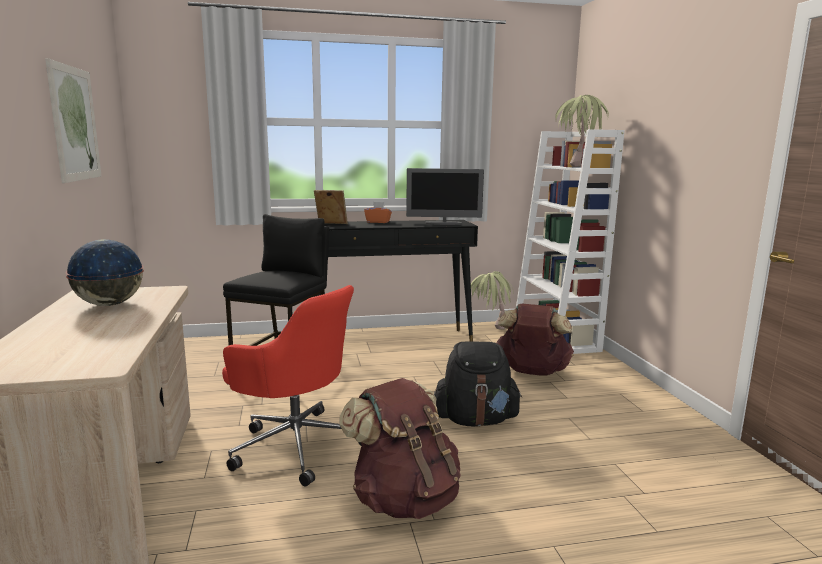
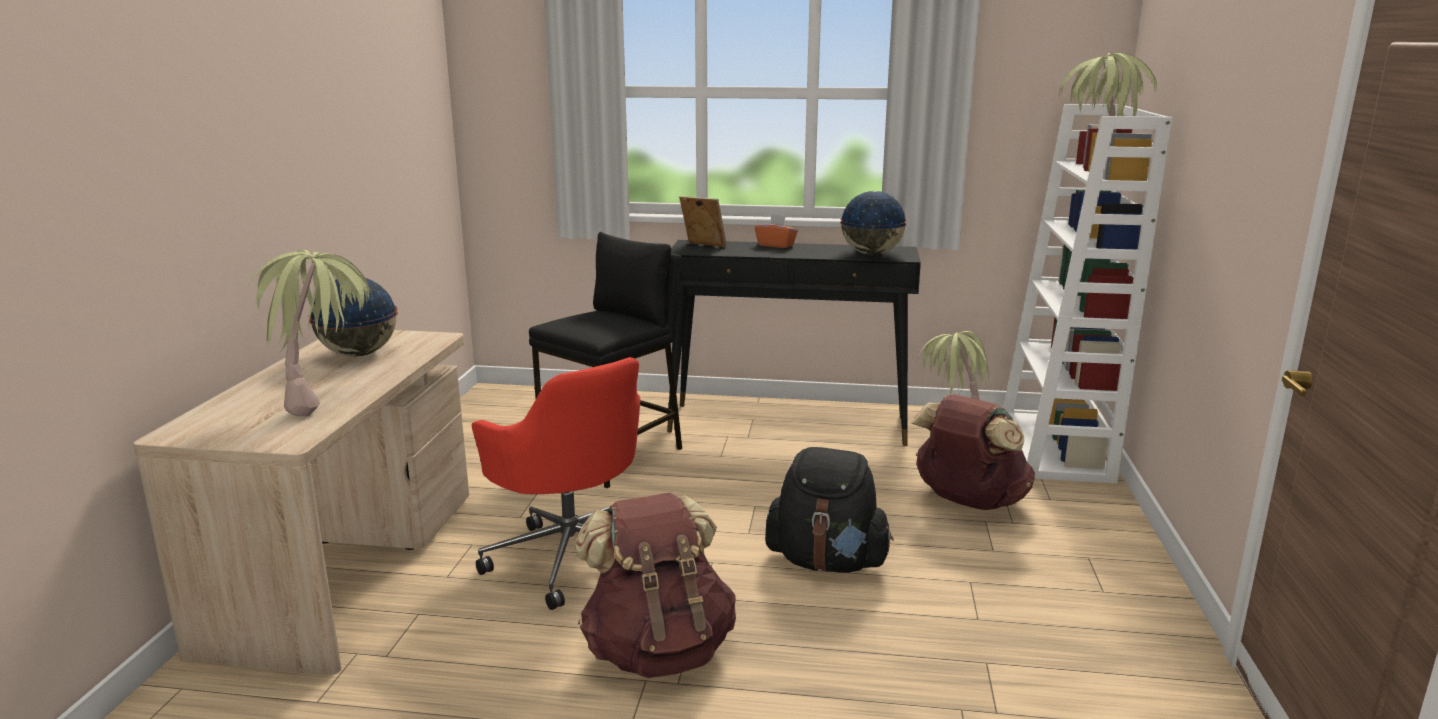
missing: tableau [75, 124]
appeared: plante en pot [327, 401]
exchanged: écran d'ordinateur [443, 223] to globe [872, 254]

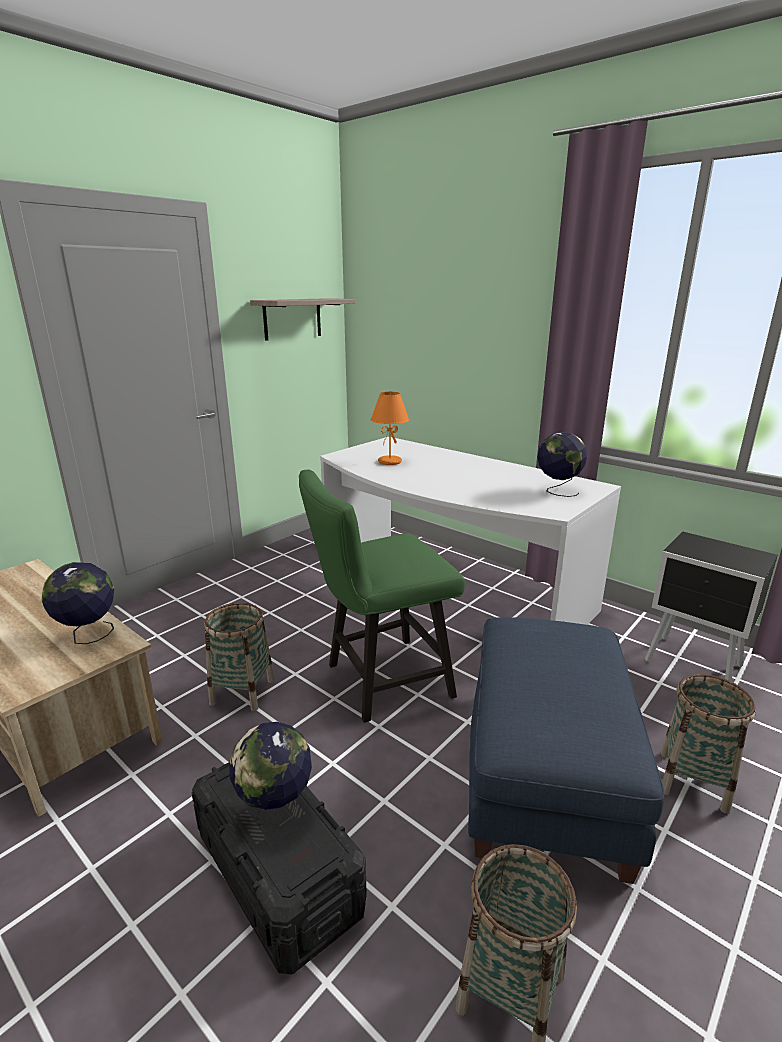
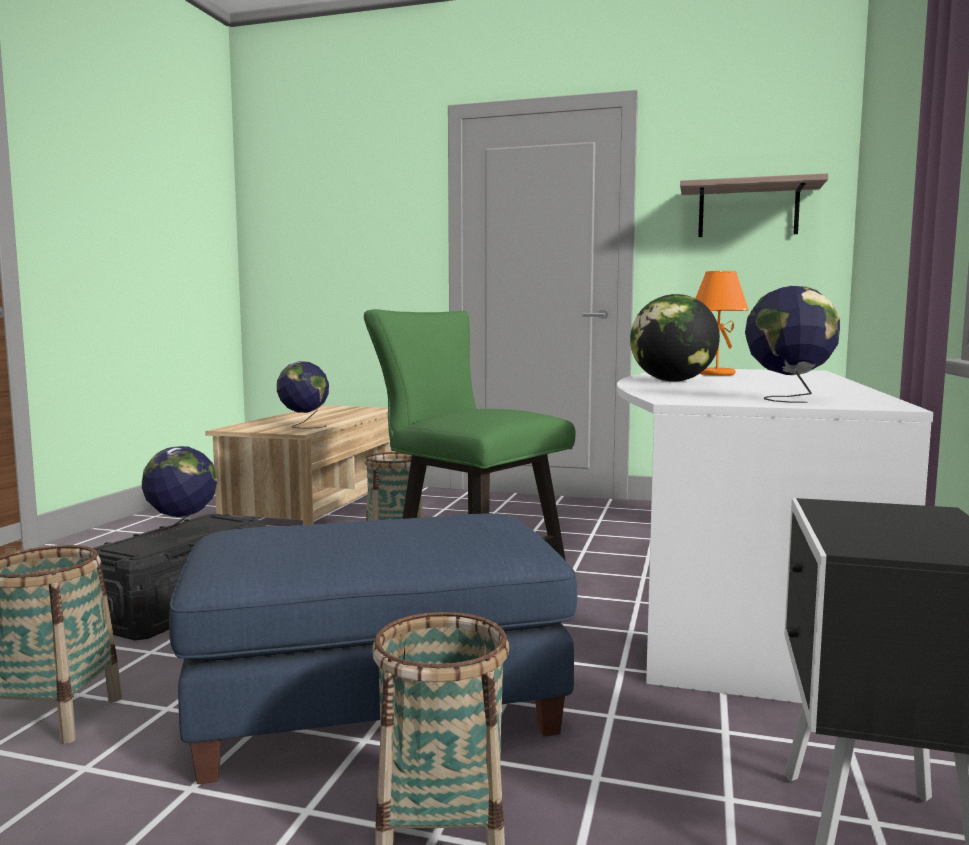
appeared: globe [672, 381]

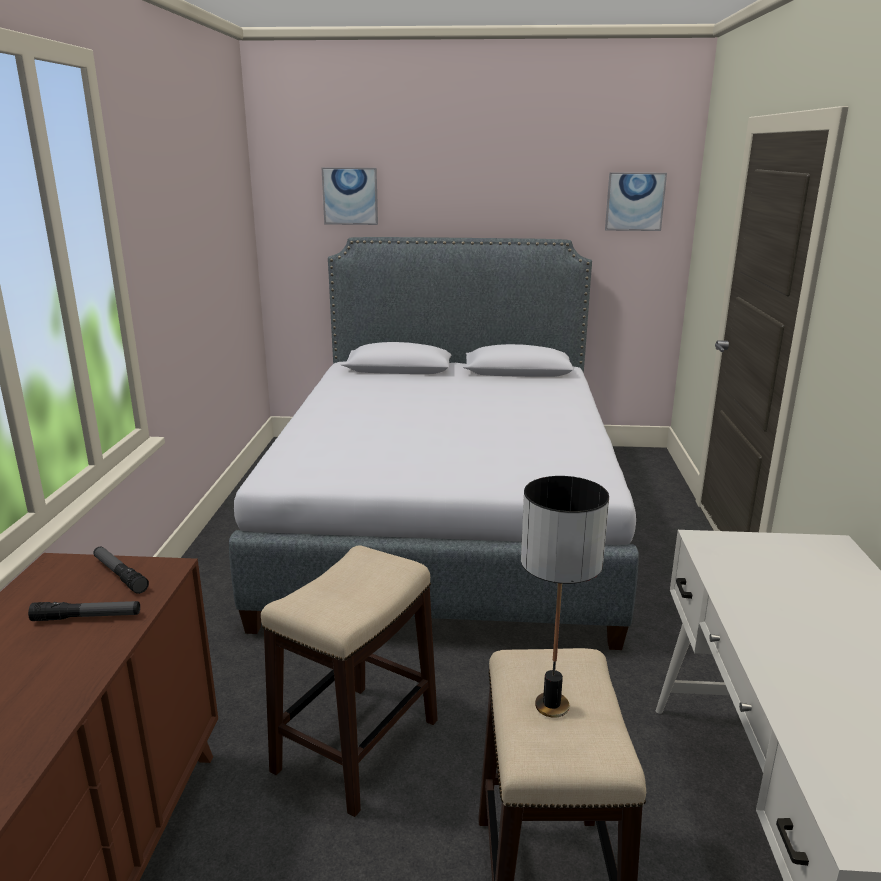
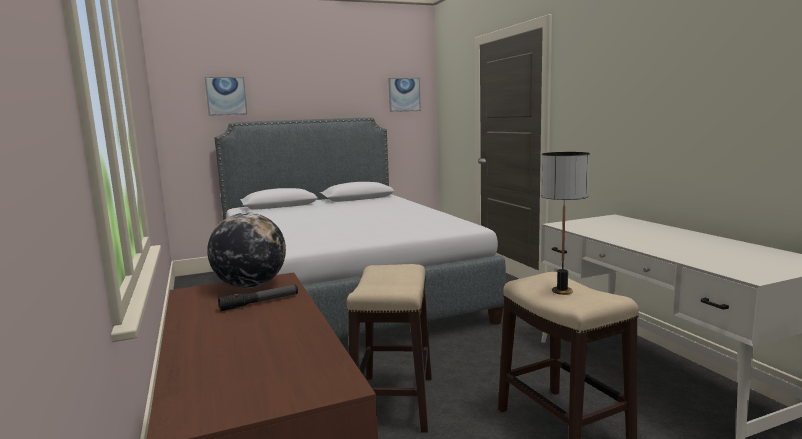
exchanged: lampe de poche [120, 575] to globe [250, 286]

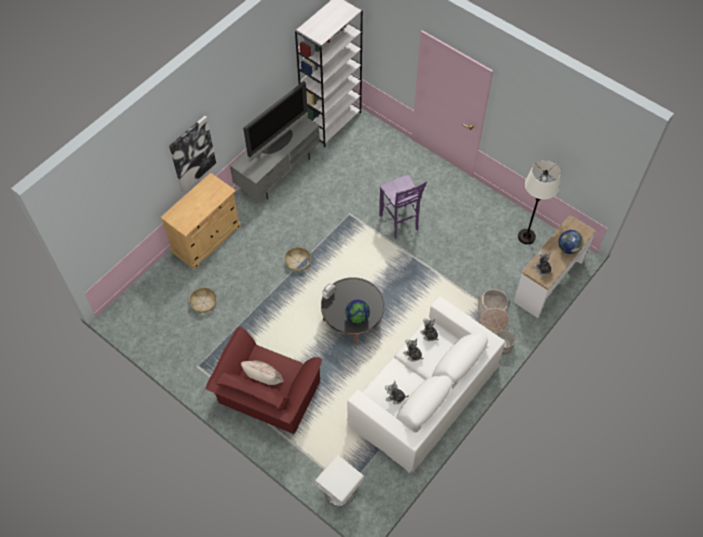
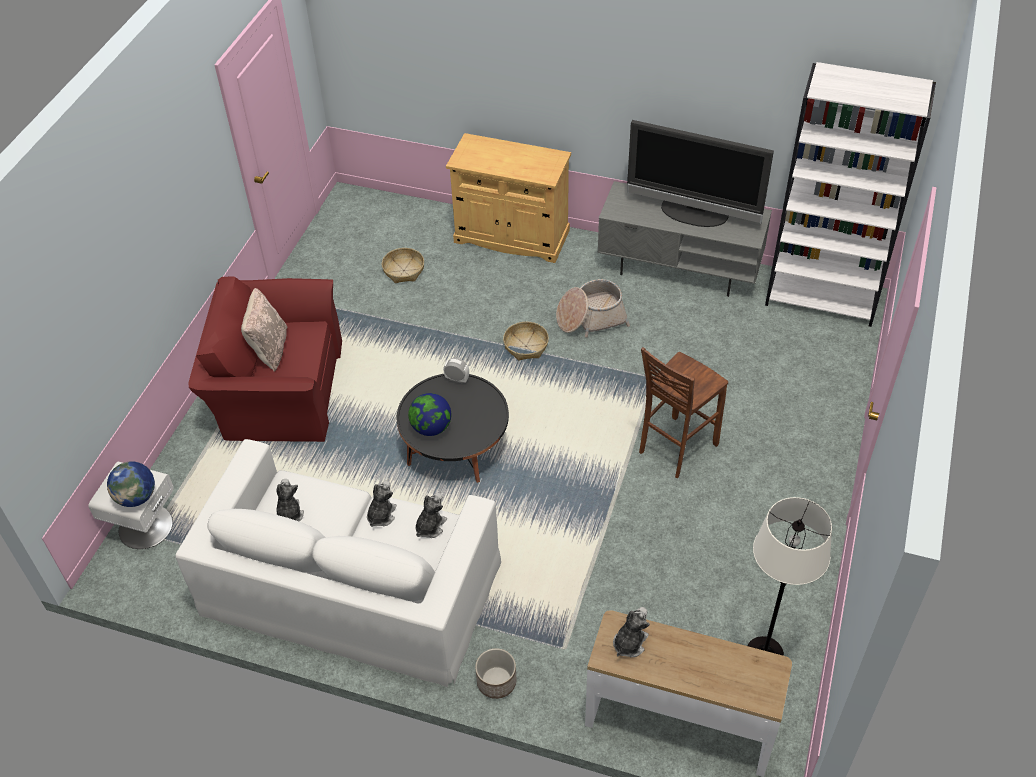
missing: tableau [192, 154]
relocated: panier [492, 314] to [591, 318]; globe [568, 248] to [137, 497]
colour: tabouret [violet] [399, 223] to tabouret [marron] [675, 448]

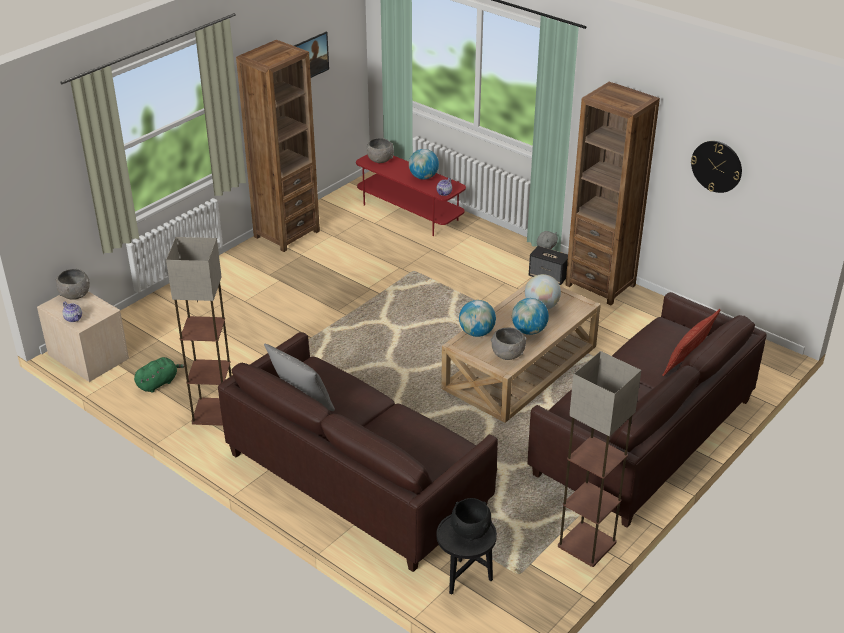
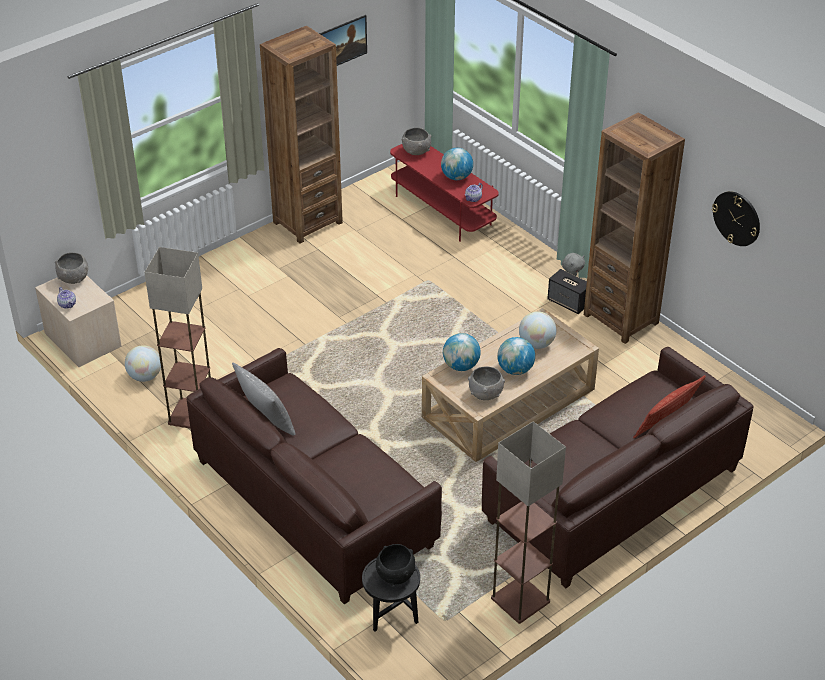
exchanged: peluche [vert] [159, 383] to globe [145, 376]

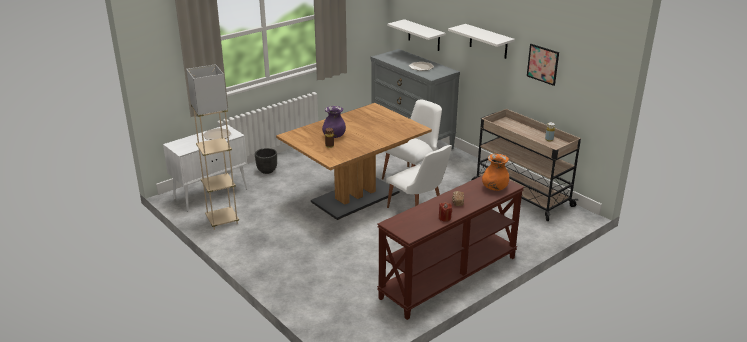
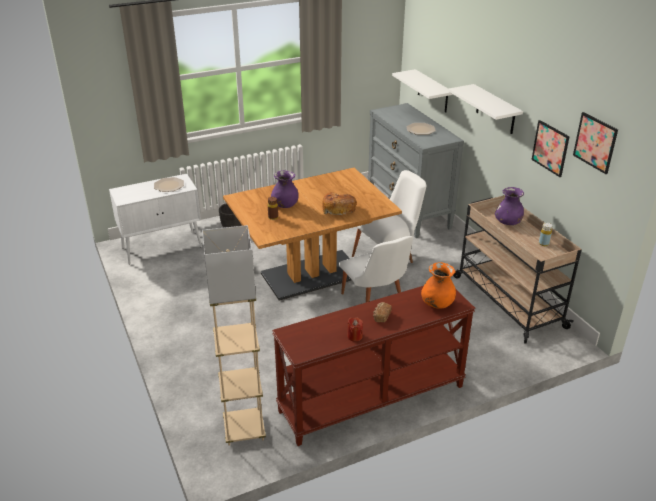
appeared: pain [338, 209]; vase [violet] [508, 223]; tableau [595, 142]
relocated: lampadaire [beige] [222, 220] to [244, 429]

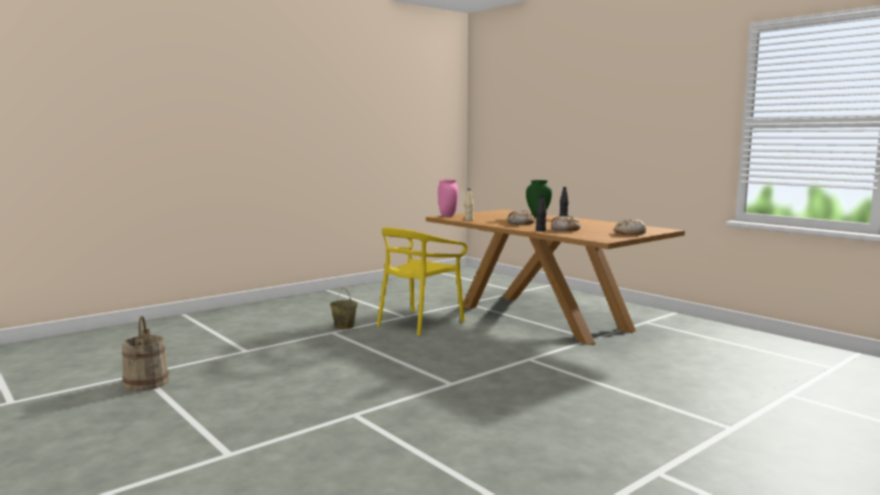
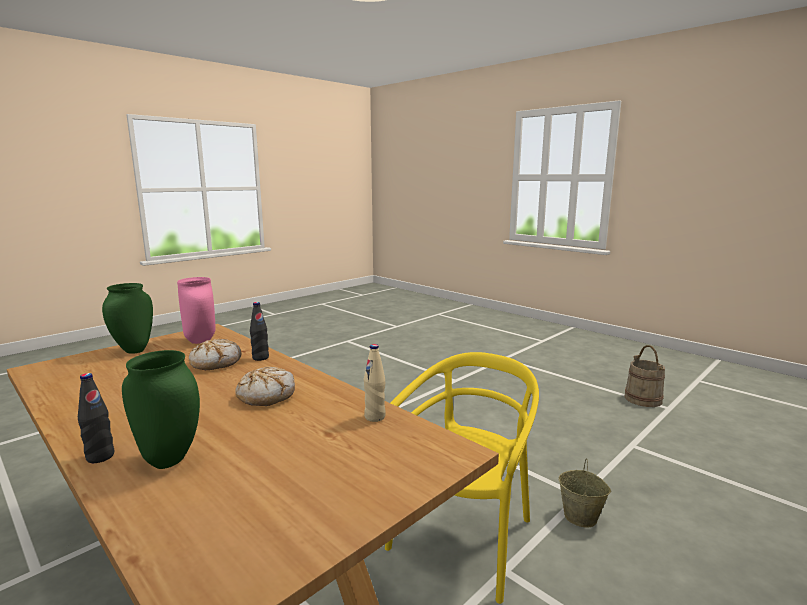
relocated: vase [rose] [448, 216] to [199, 341]
exchanged: pain [629, 233] to vase [vert] [135, 351]

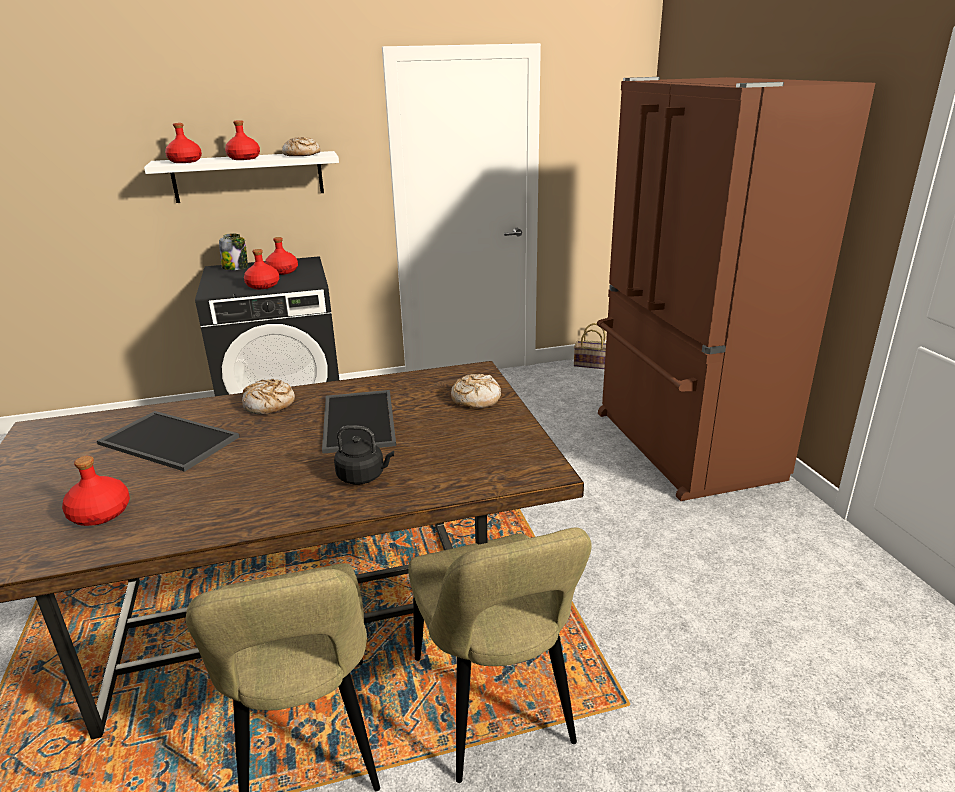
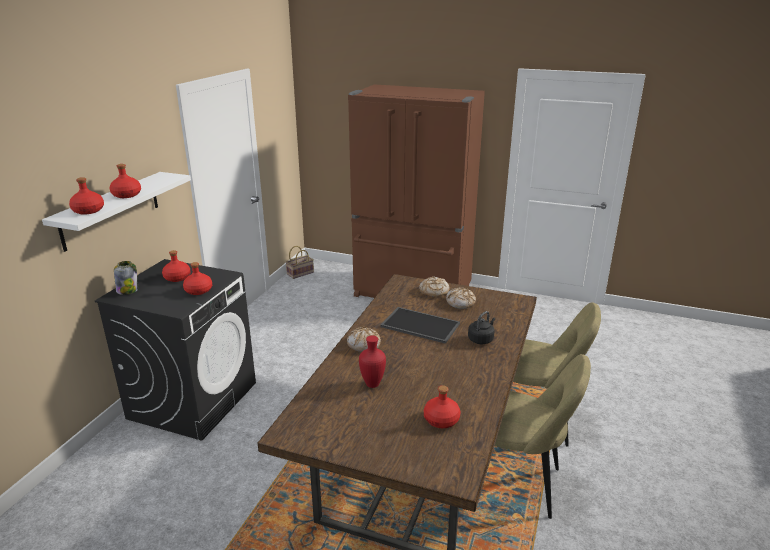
relocated: pain [302, 155] to [460, 302]
exchanged: plateau [171, 440] to vase [rouge] [372, 384]

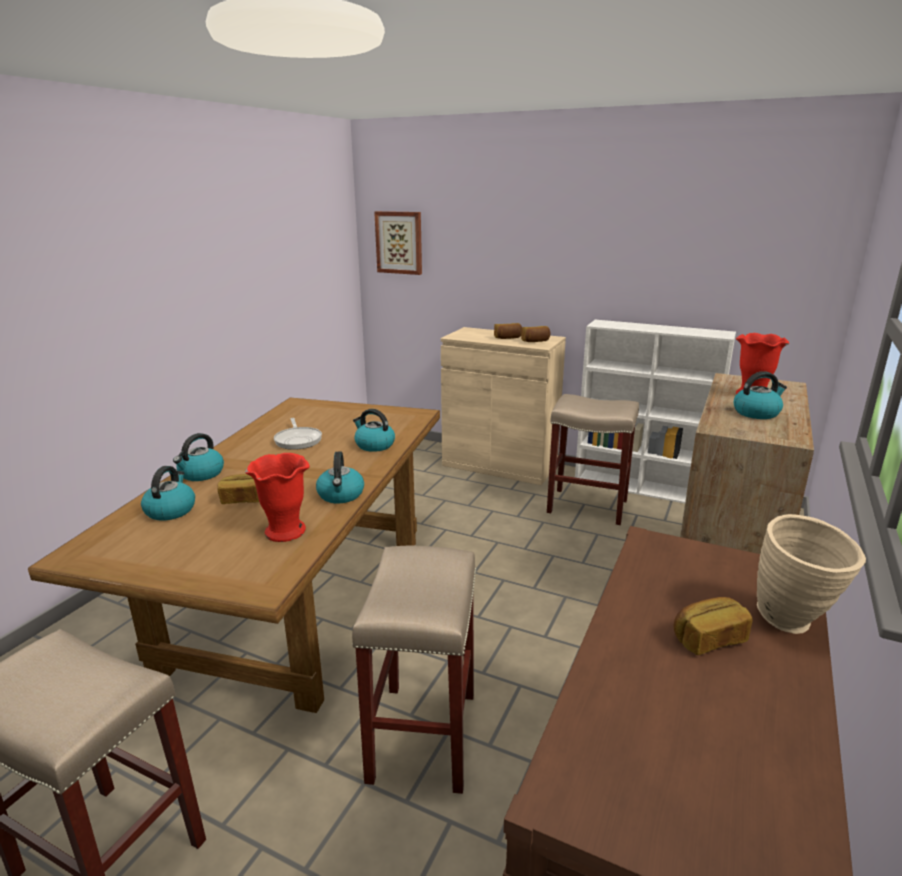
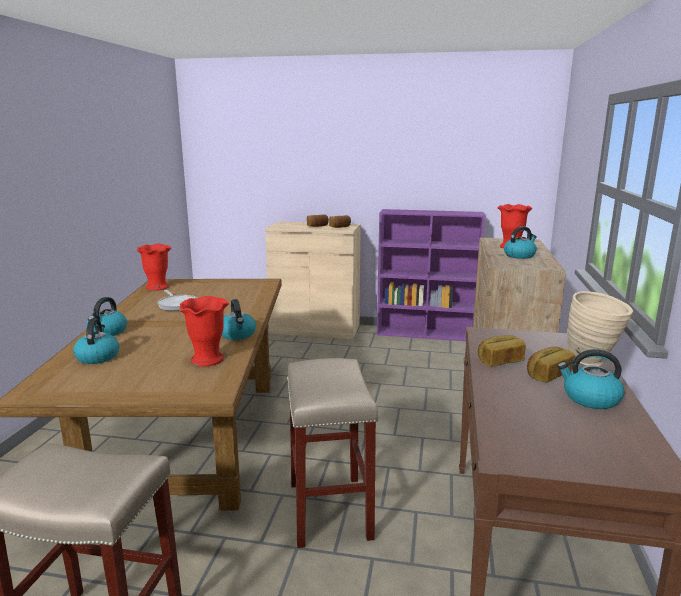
missing: tableau [399, 242]; tabouret [beige] [588, 506]
appeared: vase [rouge] [157, 287]
relocated: pain [243, 499] to [500, 361]; bouilloire [374, 445] to [590, 398]
colour: bibliothèque [blanc] [642, 487] to bibliothèque [violet] [426, 334]

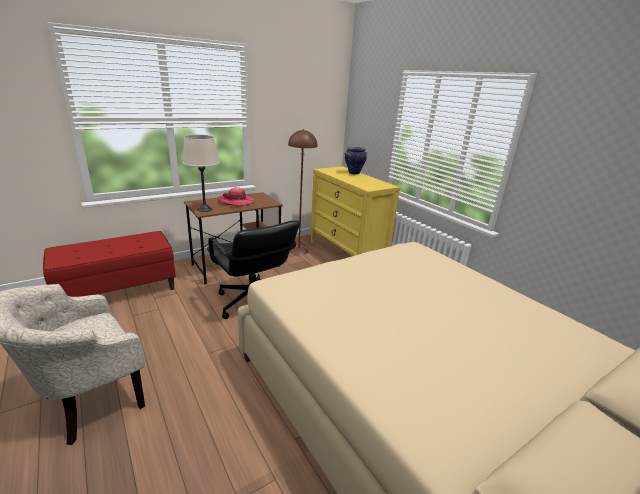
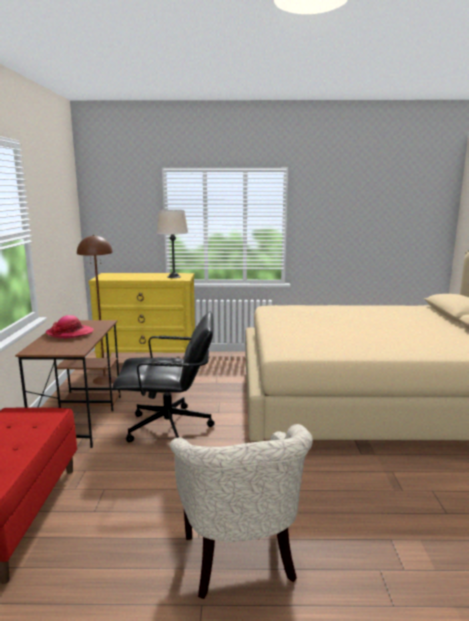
missing: vase [353, 173]
relocated: lampe de table [beige] [205, 209] to [173, 277]

